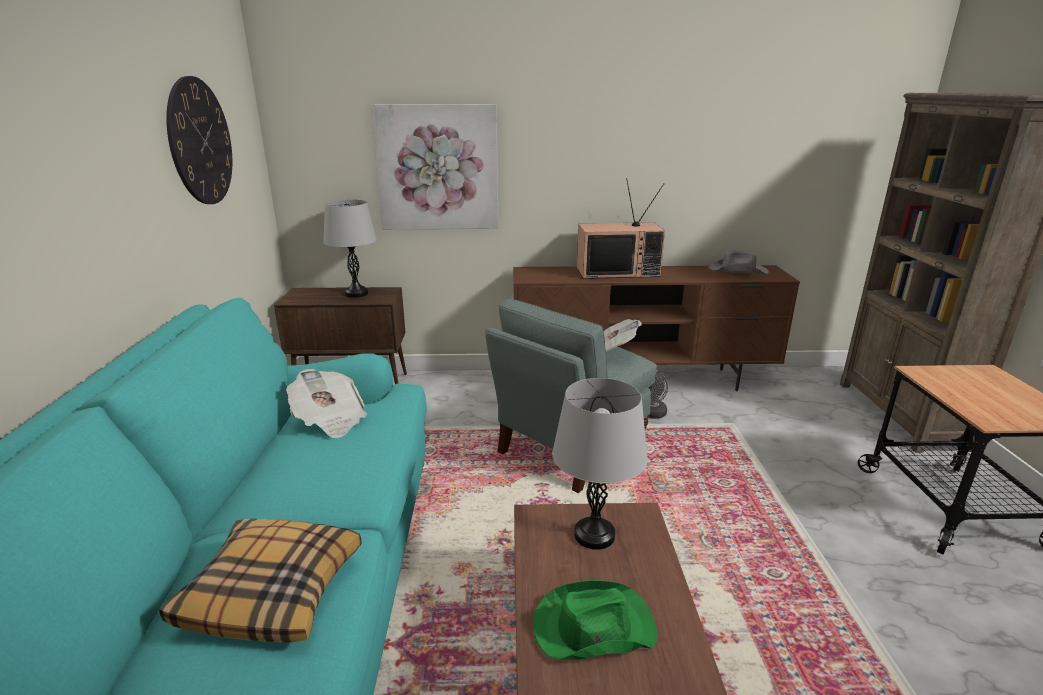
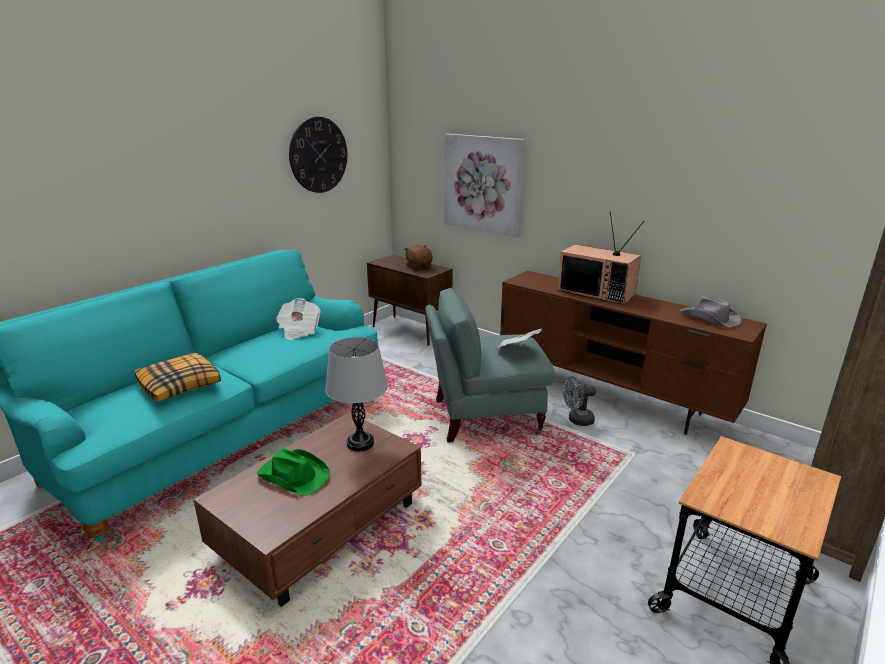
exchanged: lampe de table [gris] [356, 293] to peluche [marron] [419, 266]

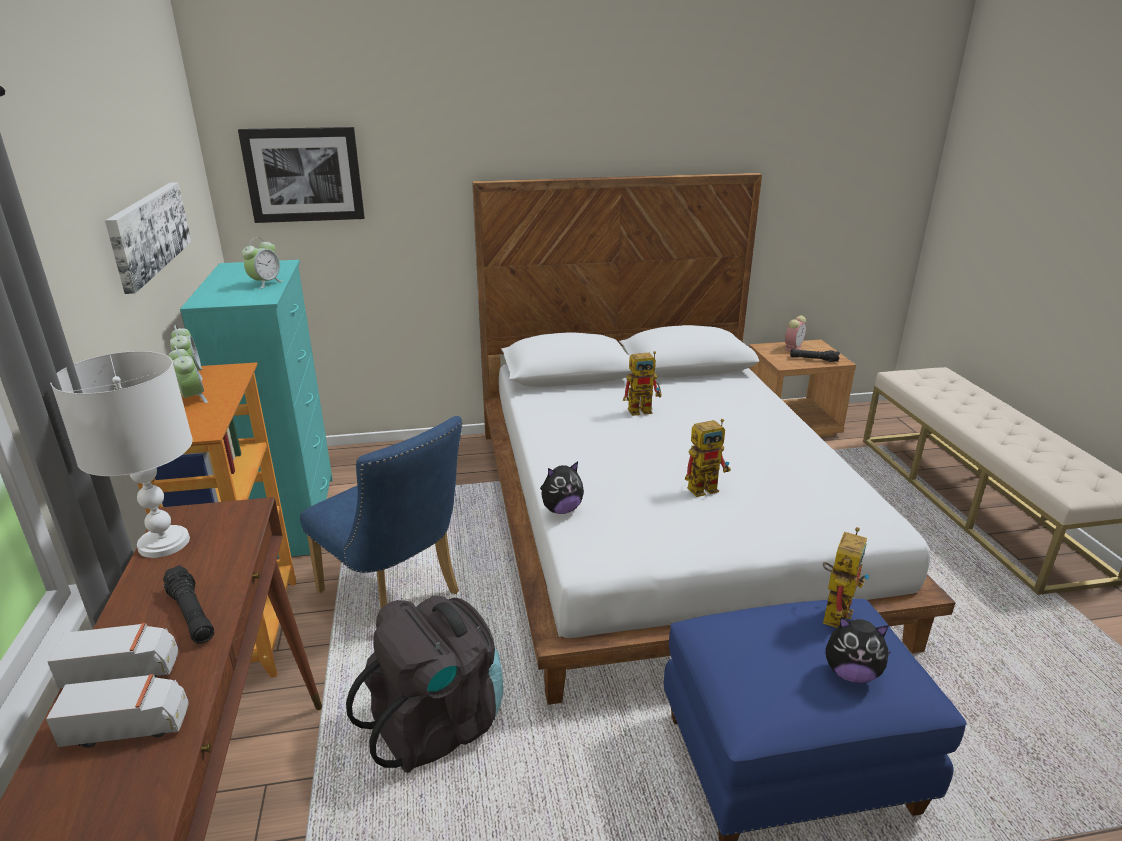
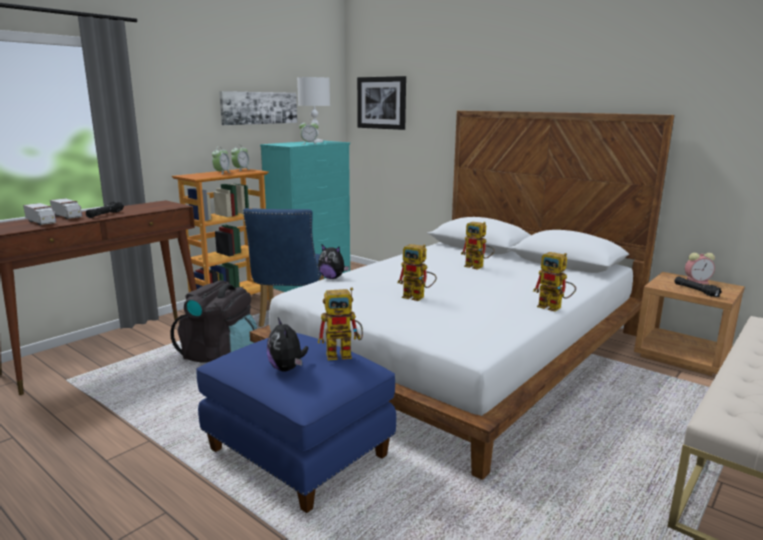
appeared: robot jouet [554, 308]
relocated: lampe de table [blanc] [163, 544] to [315, 142]

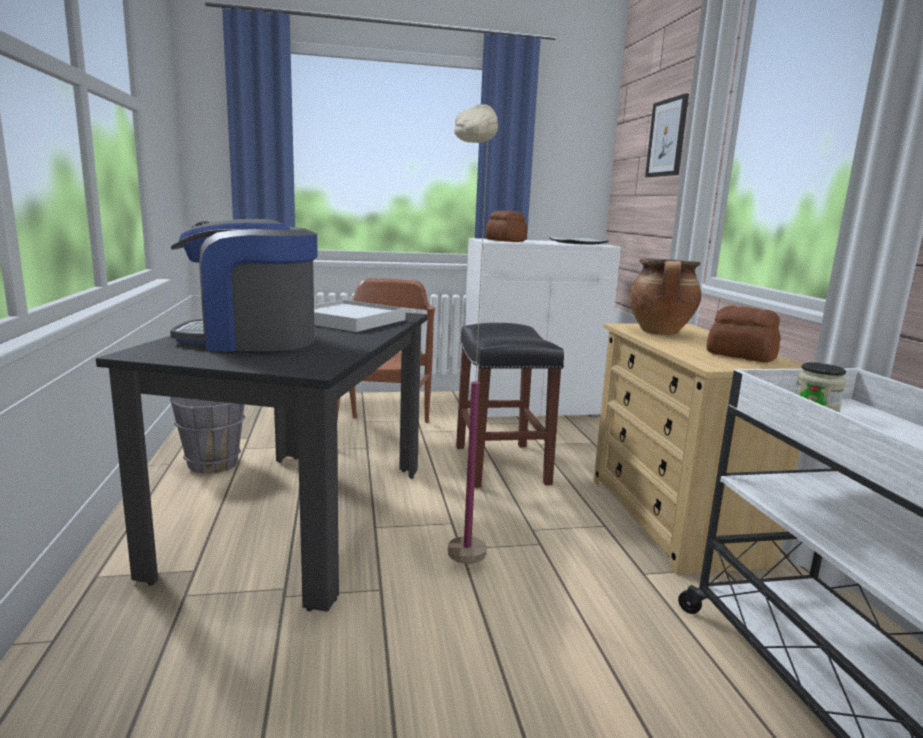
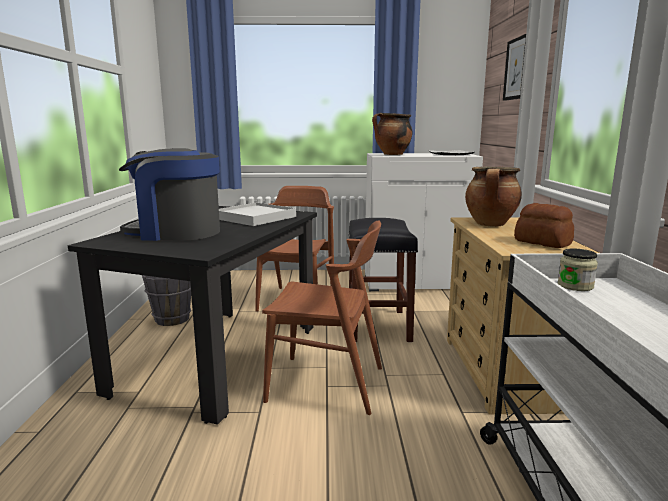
exchanged: lampadaire [beige] [460, 545] to chaise [marron] [326, 384]; pain [505, 241] to marmite [392, 154]

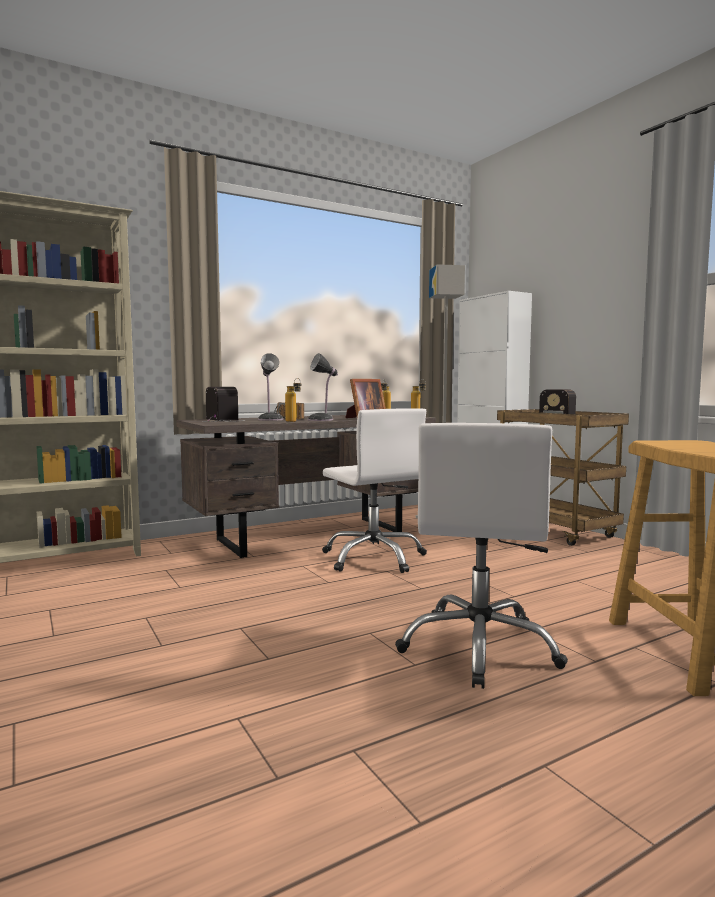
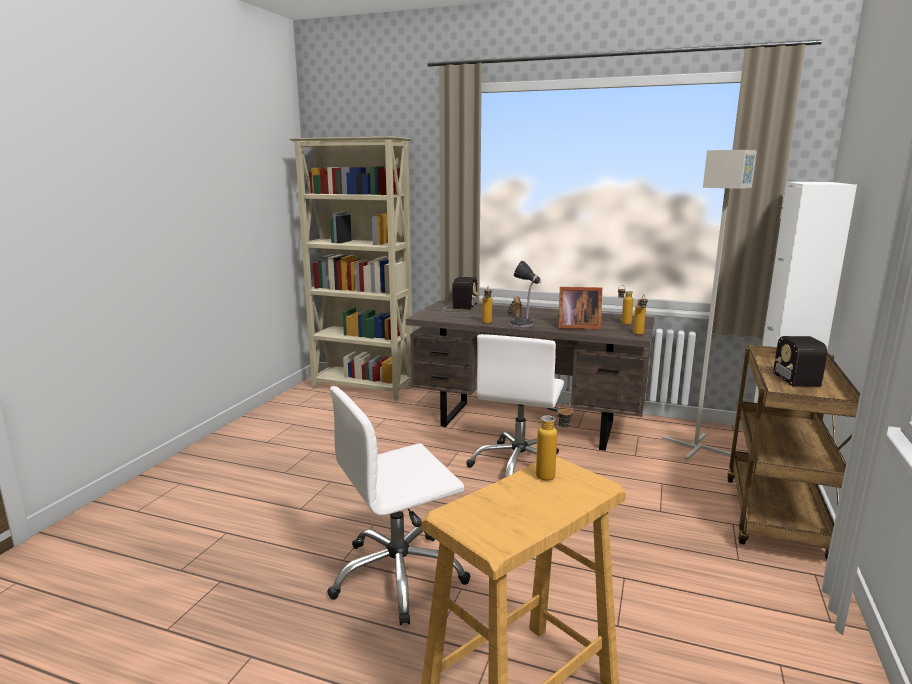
missing: lampe de table [270, 419]
appeared: bouteille [553, 475]

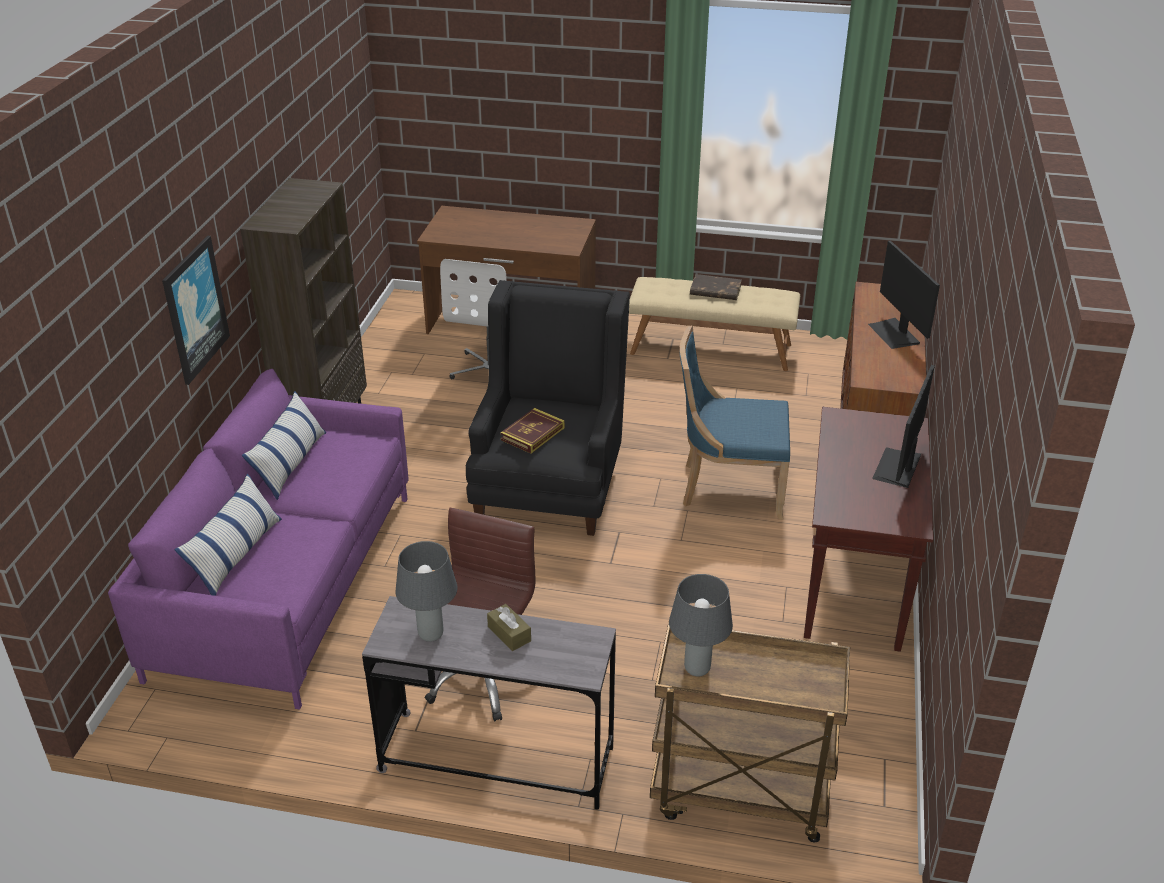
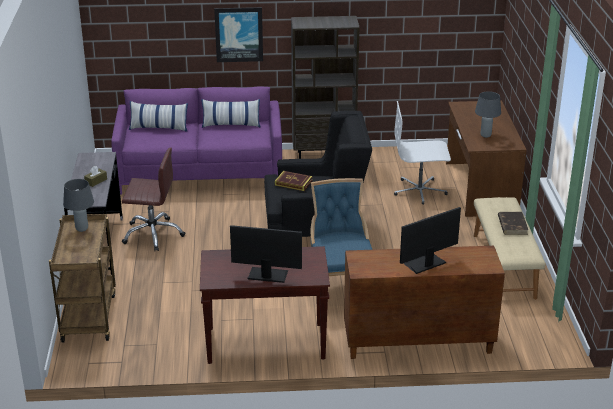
relocated: lampe de table [gris] [431, 634] to [486, 136]

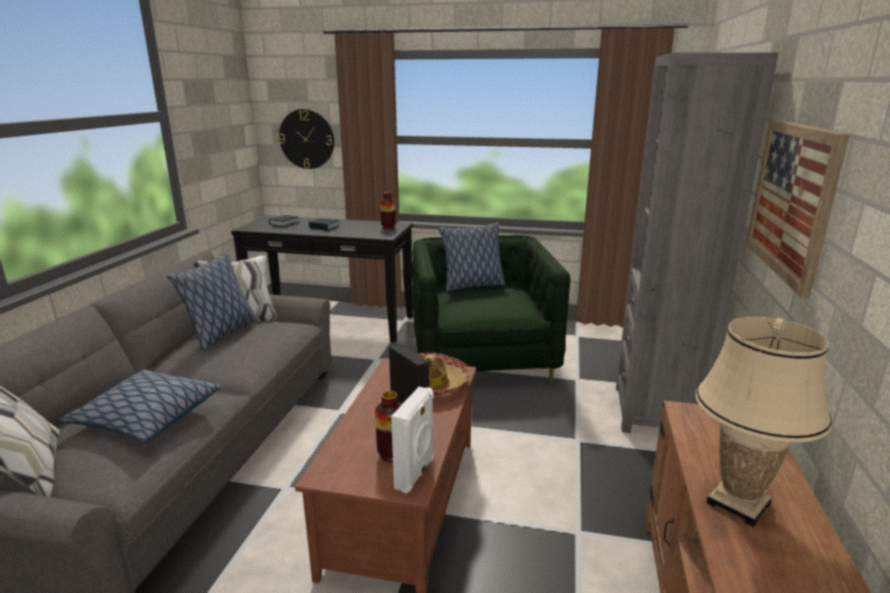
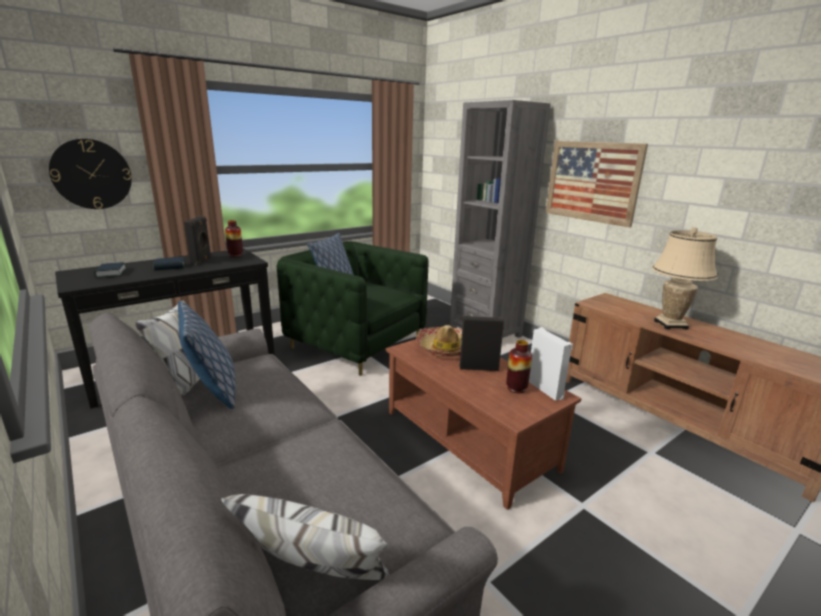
missing: coussin [147, 417]
appeared: enceinte [noir] [202, 261]

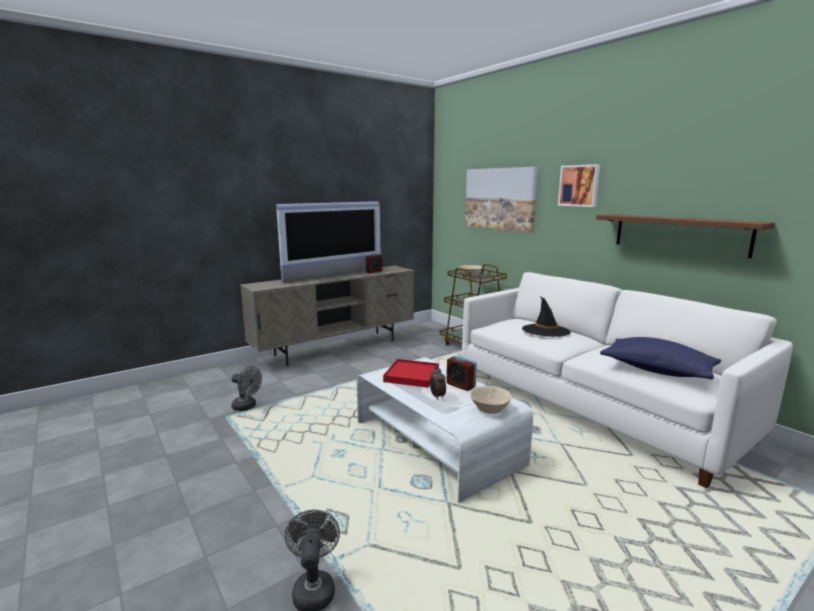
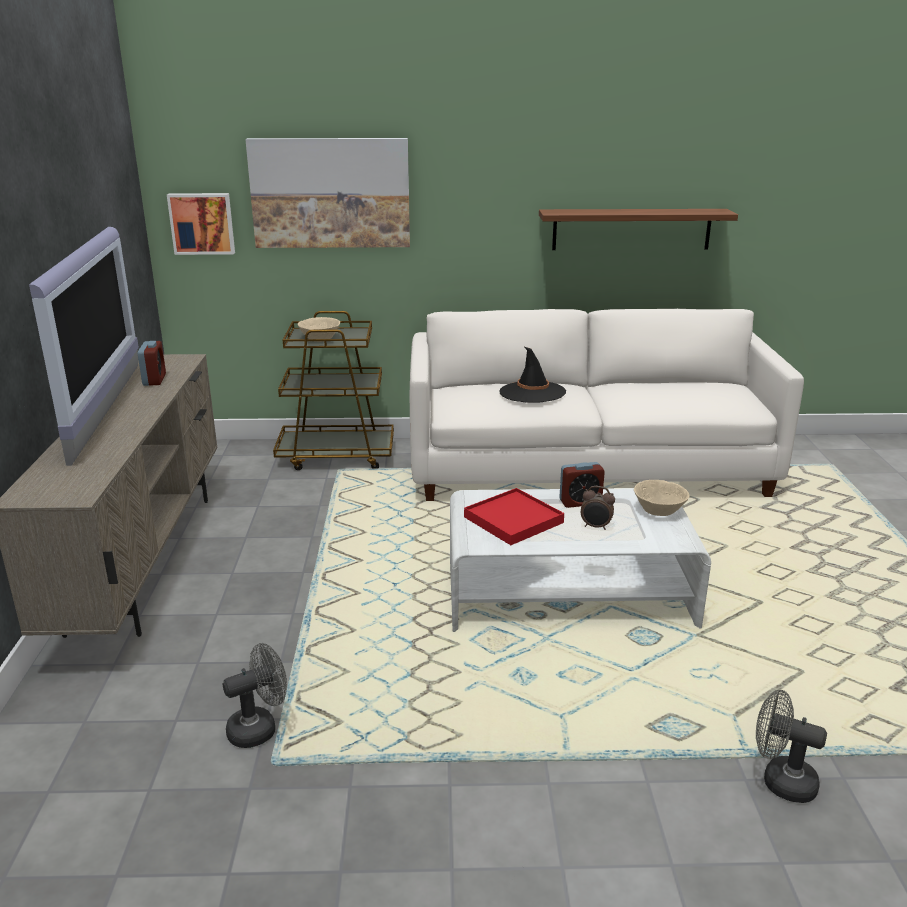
missing: coussin [bleu] [657, 370]
relocated: tableau [579, 185] to [202, 223]

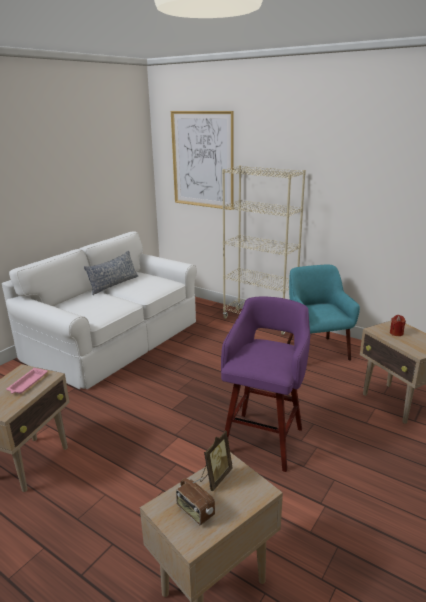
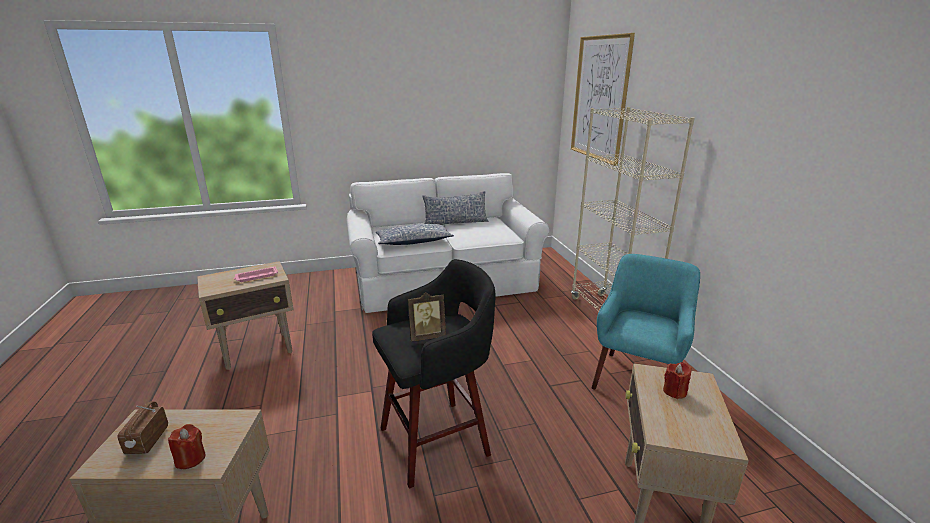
appeared: bougie [rouge] [190, 459]; coussin [413, 241]
relocated: cadre photo [215, 477] to [427, 336]
colour: tabouret [violet] [263, 439] to tabouret [noir] [438, 440]

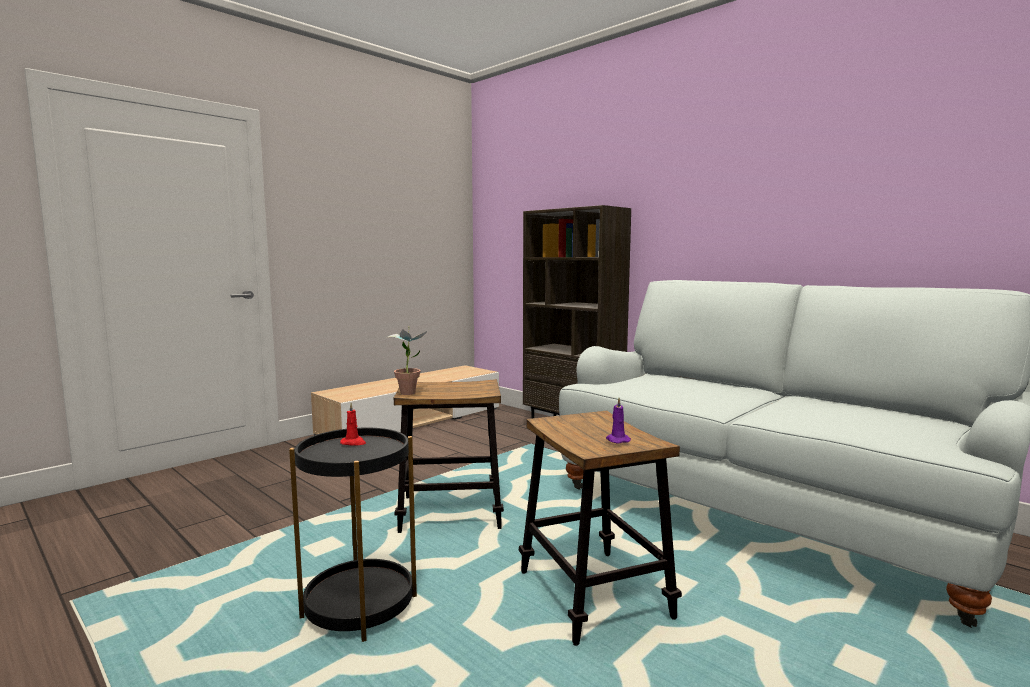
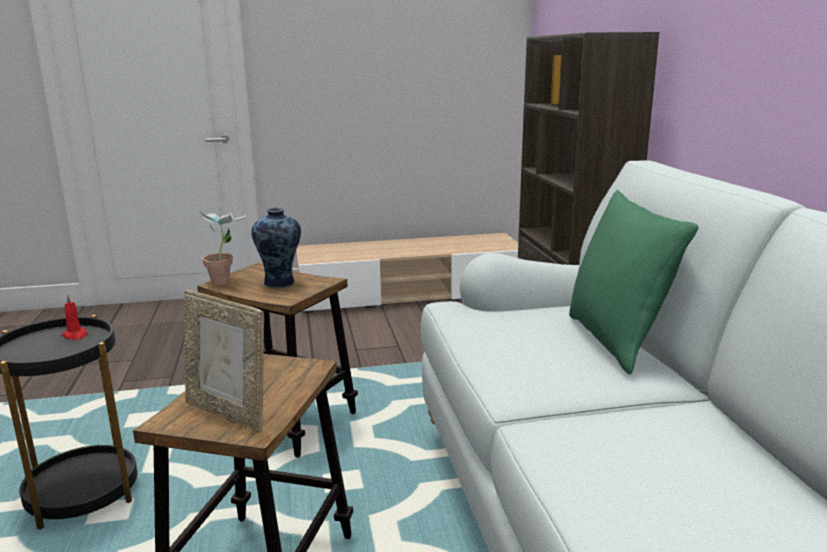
appeared: vase [280, 283]; coussin [vert] [616, 341]
exchanged: bougie [violet] [617, 440] to cadre photo [228, 413]

